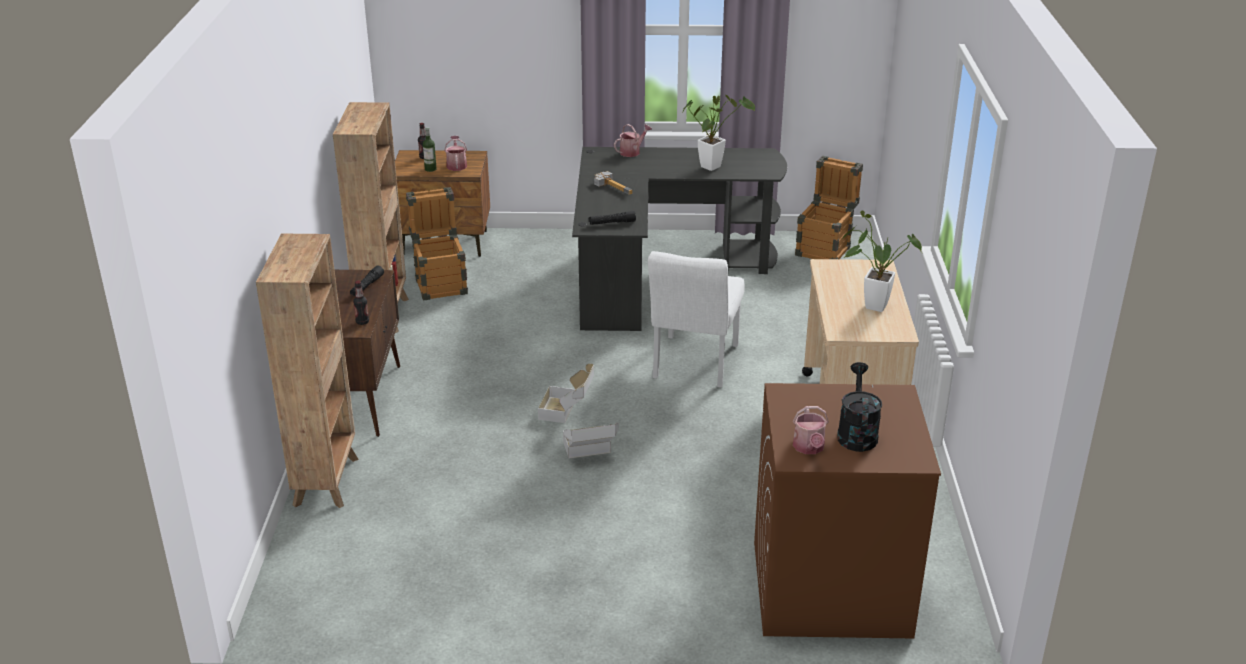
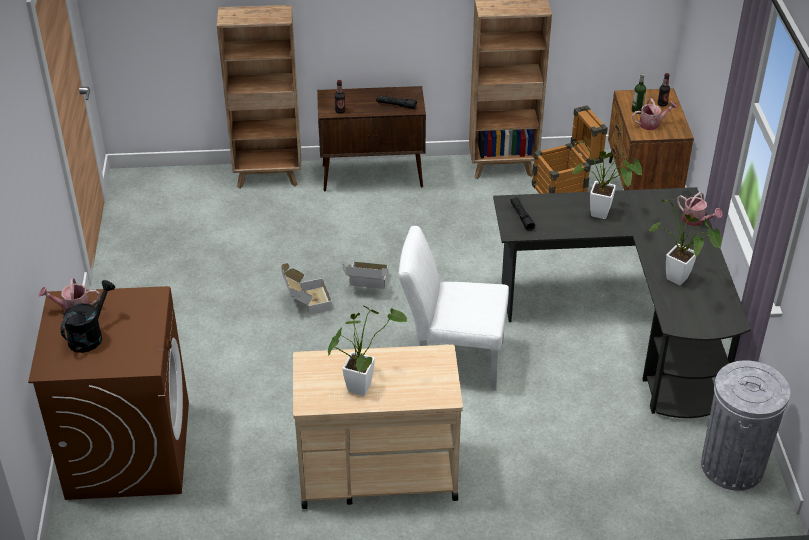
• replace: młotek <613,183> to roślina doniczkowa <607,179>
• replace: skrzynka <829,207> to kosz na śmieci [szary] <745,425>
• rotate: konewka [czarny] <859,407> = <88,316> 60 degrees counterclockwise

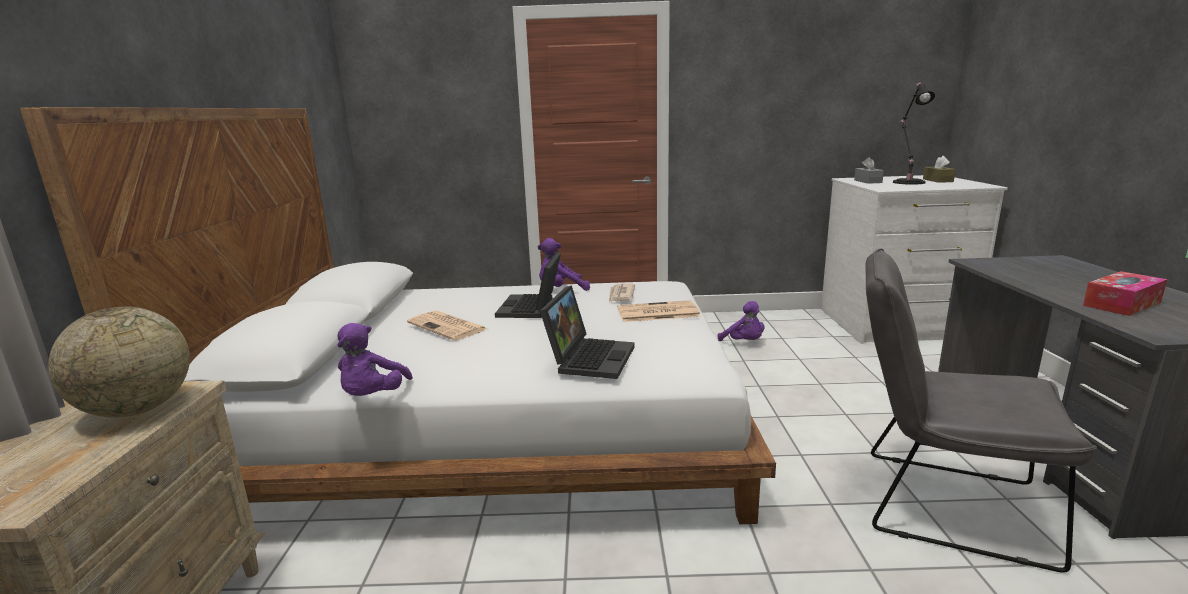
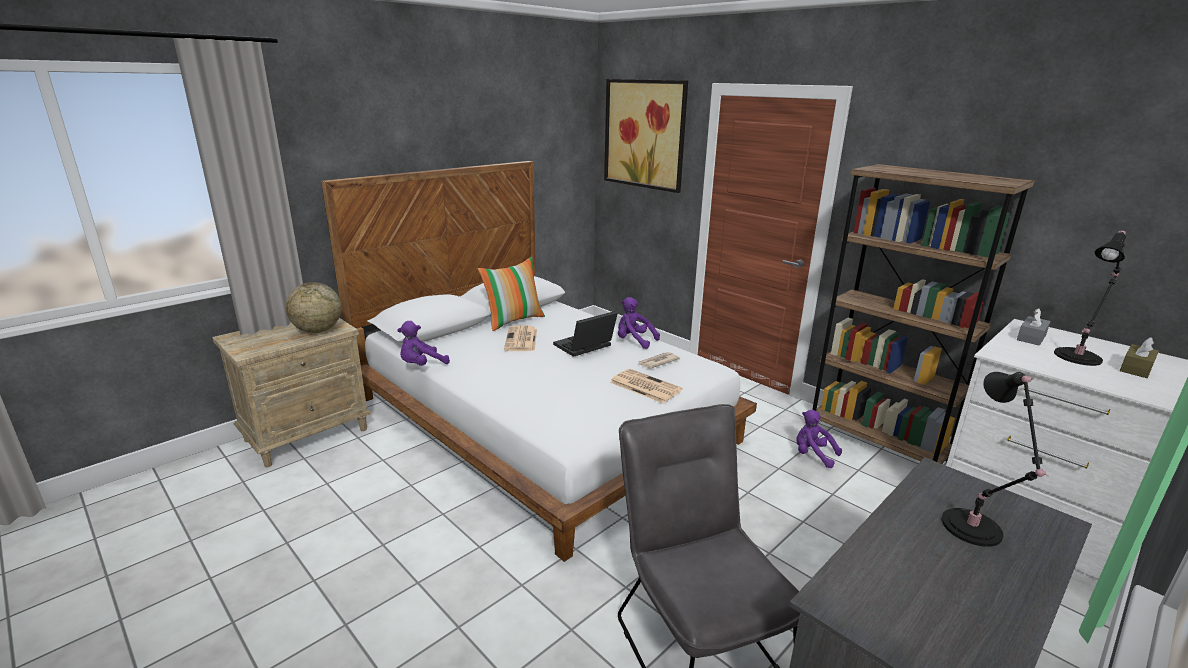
• delete: laptop <587,332>
• delete: pudełko chusteczek <1125,293>
• insert: poduszka <511,294>
• insert: obraz <646,136>
• insert: regał [brązowy] <923,314>
• insert: lampa stołowa [czarny] <995,459>
• rotate: pluszak [fioletowy] <741,321> = <819,439> 120 degrees clockwise

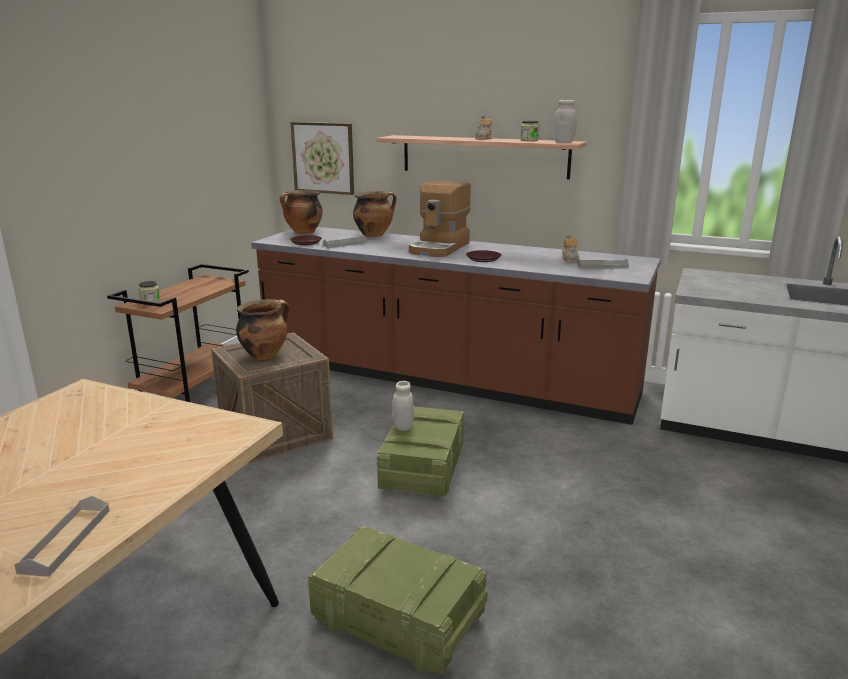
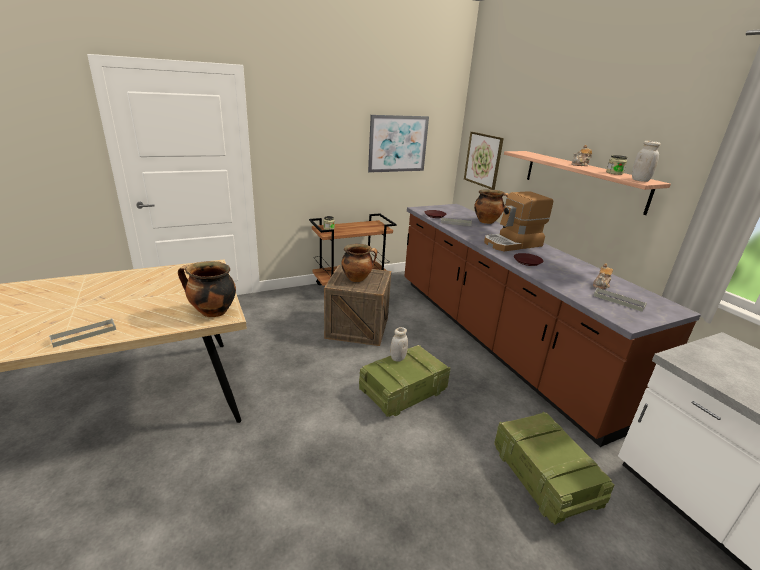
• insert: obraz <398,144>
• move: garnek <301,212> to <207,289>
• move: skrzynka <397,600> to <554,468>

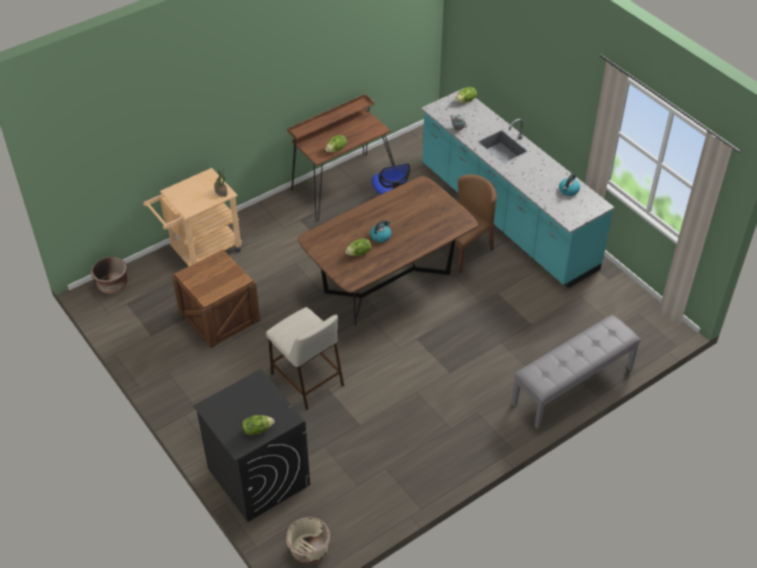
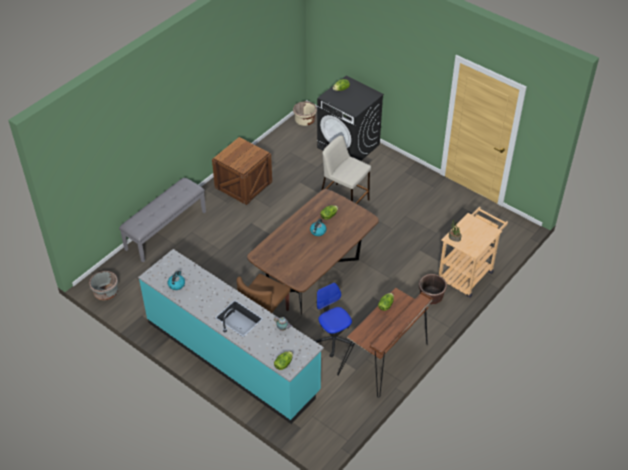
• insert: donica [szary] <103,285>
• move: donica [brązowy] <109,275> to <433,289>
• move: skrzynka <216,298> to <242,171>

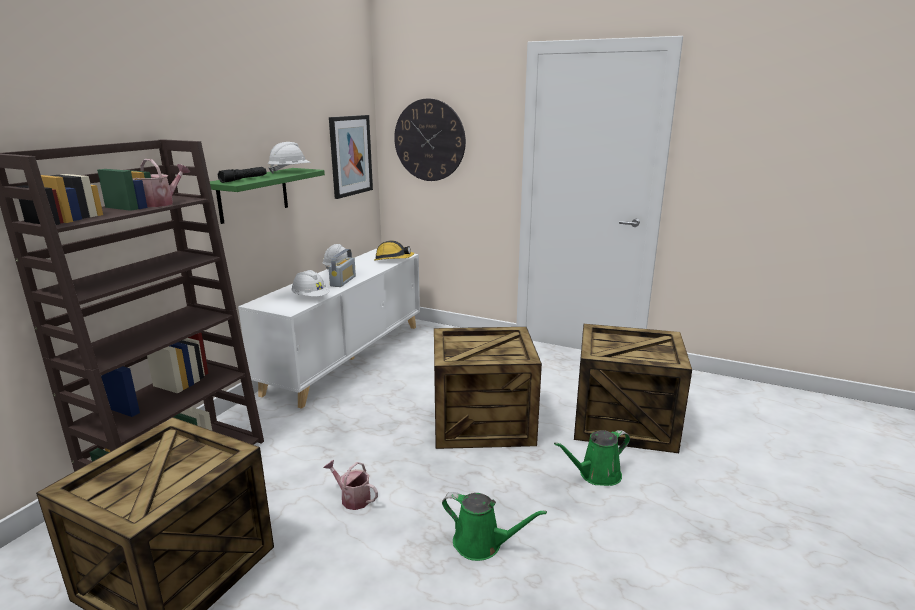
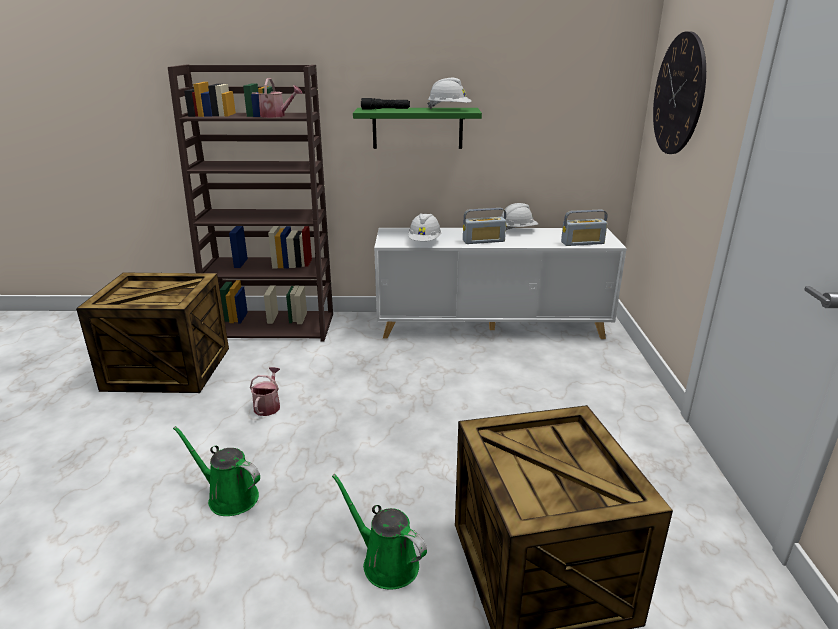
• delete: obraz <351,157>
• delete: skrzynka <488,388>
• replace: kask <394,250> to radio <584,228>
• rotate: konewka [zielony] <494,526> = <216,471> 120 degrees clockwise

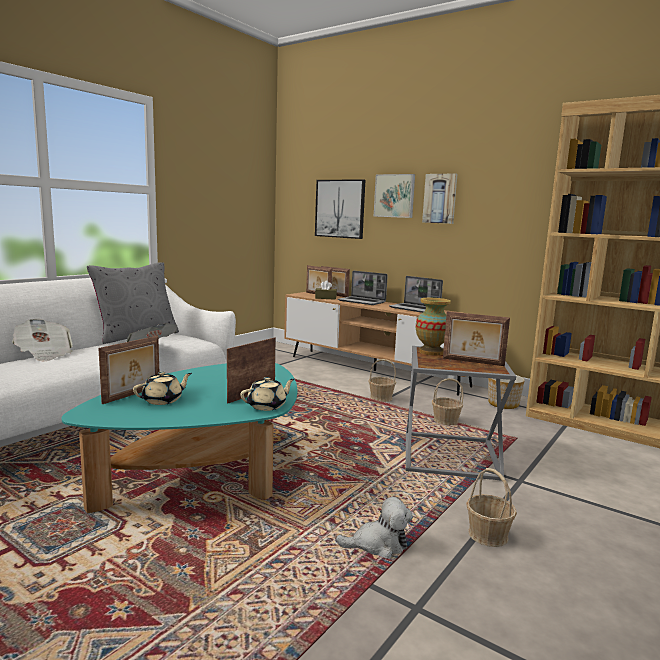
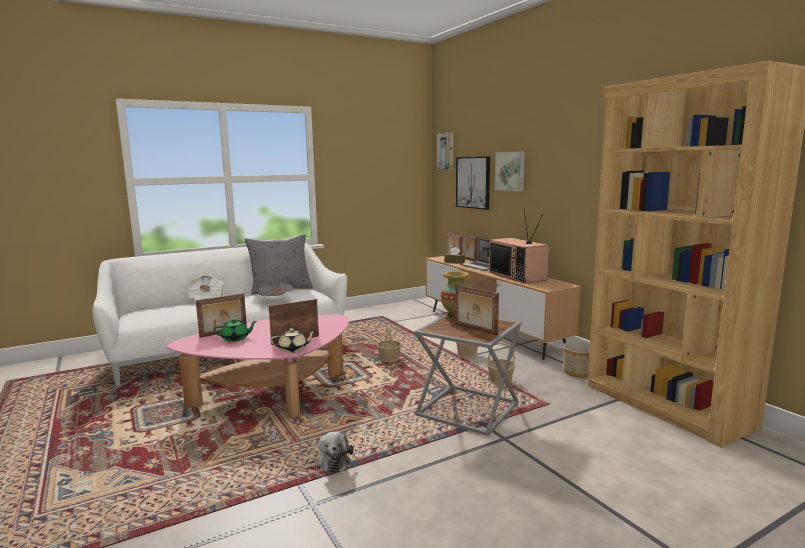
• move: obraz <439,198> to <445,151>
• move: koszyk <491,507> to <389,343>
• replace: laptop <416,294> to telewizor <519,246>
• recolor: ława [turkusowy] <180,438> to ława [różowy] <258,366>
• recolor: imbryk [beżowy] <162,388> to imbryk [zielony] <235,330>
• rotate: pluszak <374,528> = <334,452> 60 degrees clockwise

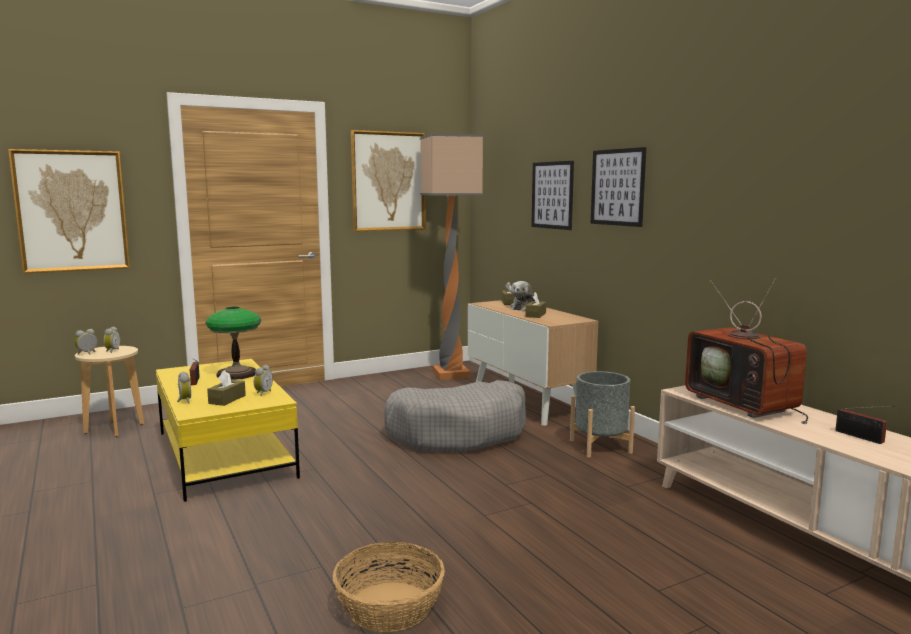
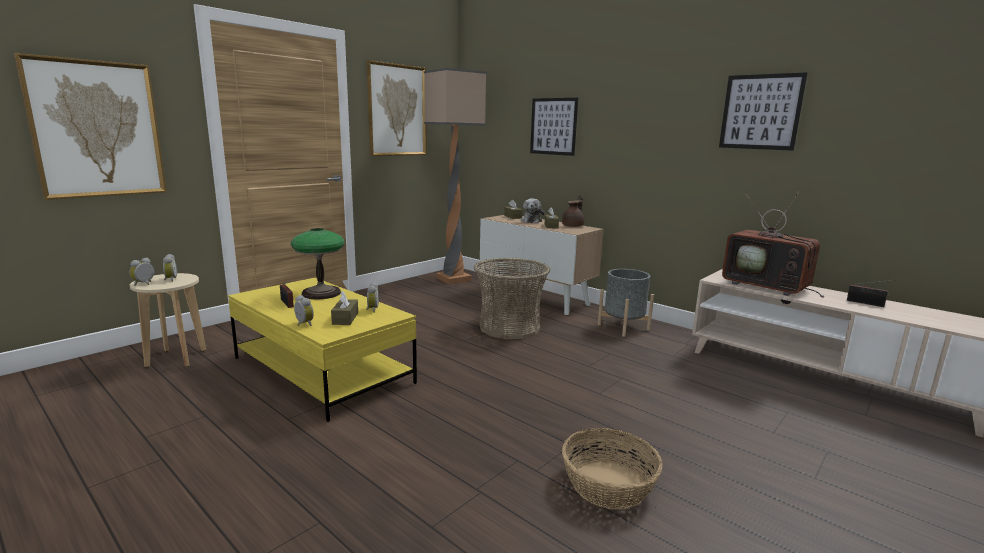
• insert: imbryk [brązowy] <573,211>
• move: obraz <618,187> to <763,111>
• replace: legowisko [szary] <455,416> to koszyk <512,298>

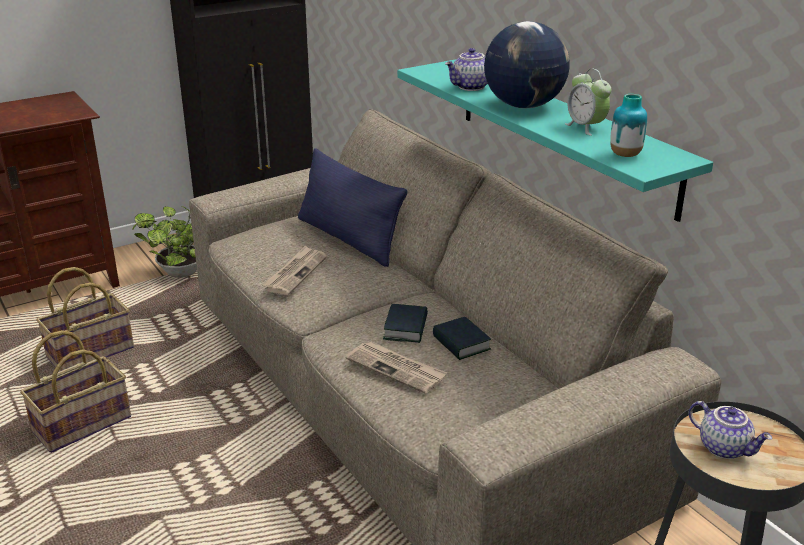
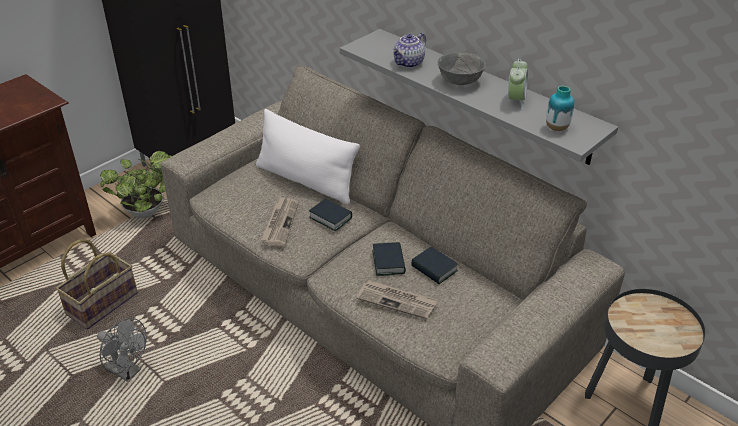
• delete: imbryk <730,430>
• insert: książka <330,214>
• replace: koszyk <75,391> to wentylator [szary] <122,349>
• replace: globus <527,64> to miska [szary] <462,69>
• recolor: poduszka [niebieski] <352,207> to poduszka [biały] <308,157>
• recolor: półka [turkusowy] <555,140> to półka [szary] <479,97>
• rotate: budzik <588,102> = <518,84> 120 degrees counterclockwise

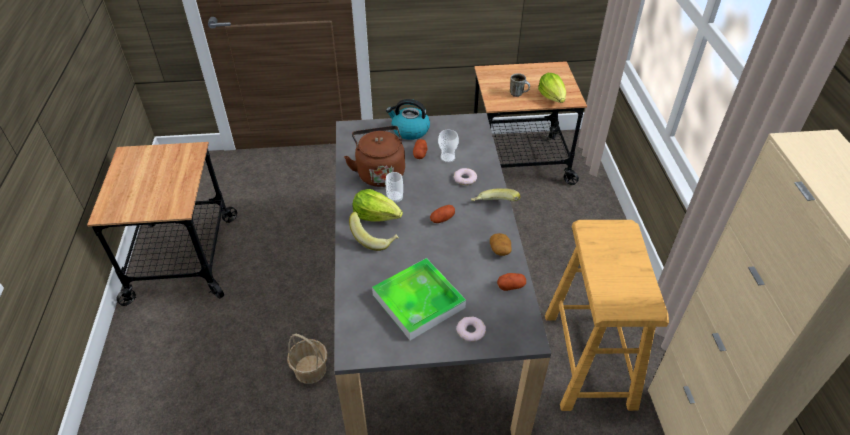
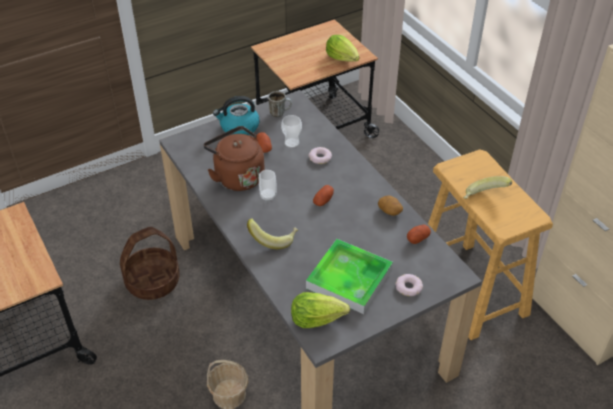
• insert: koszyk <150,263>
• move: sałata <378,205> to <320,310>
• move: banan <495,194> to <487,187>
• move: kubek <520,85> to <280,104>

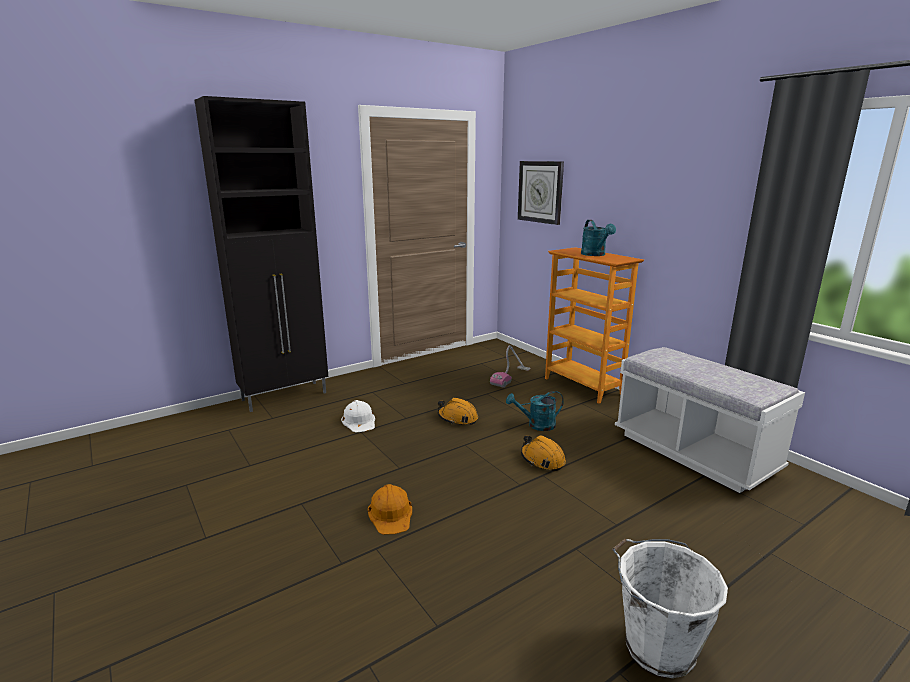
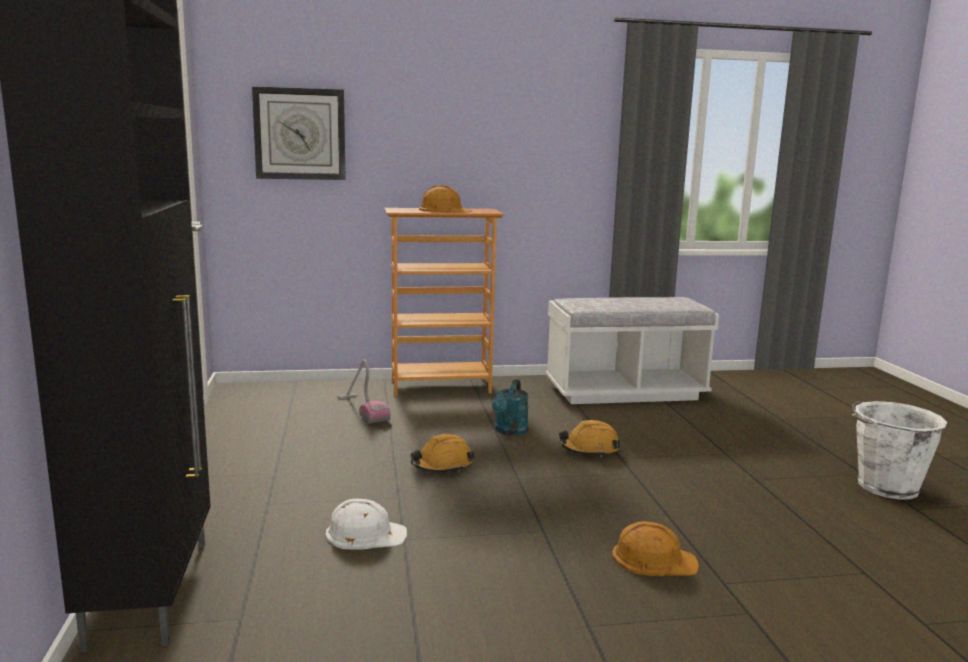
• replace: konewka [turkusowy] <598,238> to kask [pomarańczowy] <445,199>

